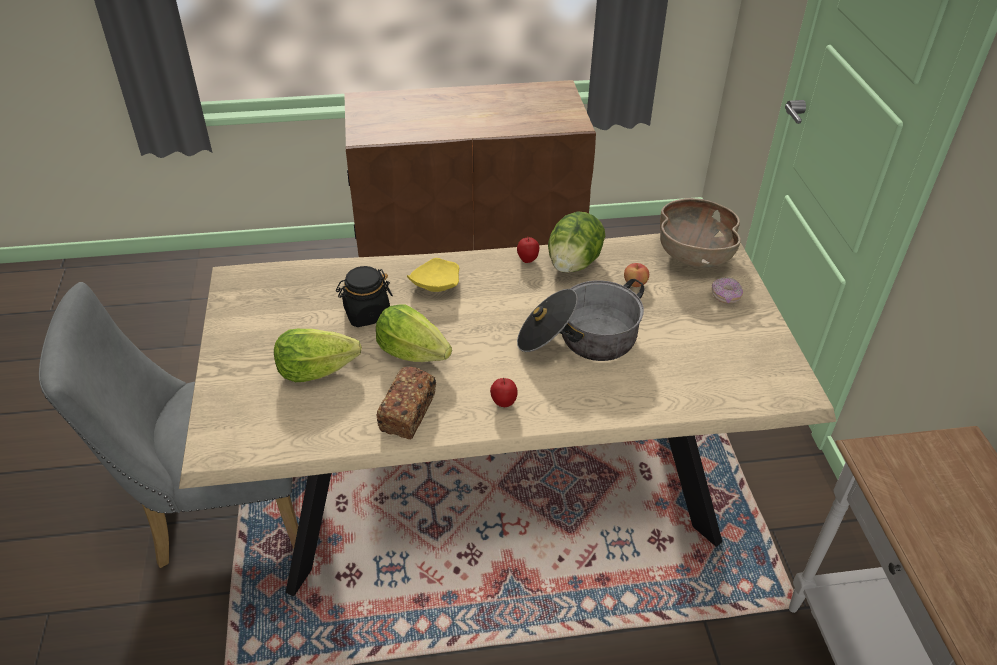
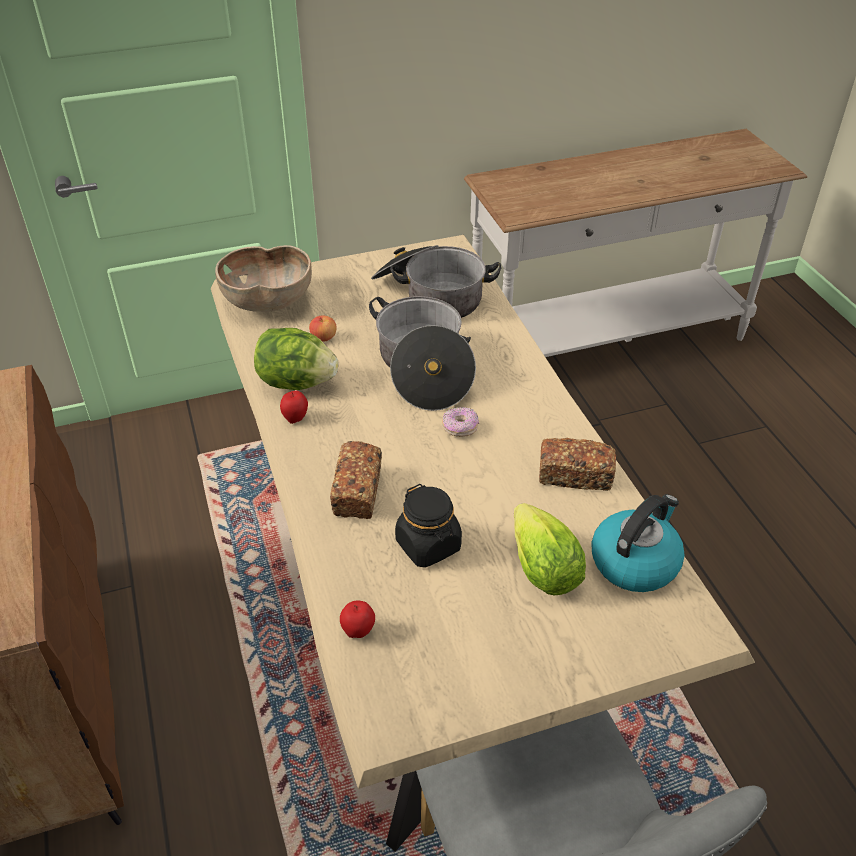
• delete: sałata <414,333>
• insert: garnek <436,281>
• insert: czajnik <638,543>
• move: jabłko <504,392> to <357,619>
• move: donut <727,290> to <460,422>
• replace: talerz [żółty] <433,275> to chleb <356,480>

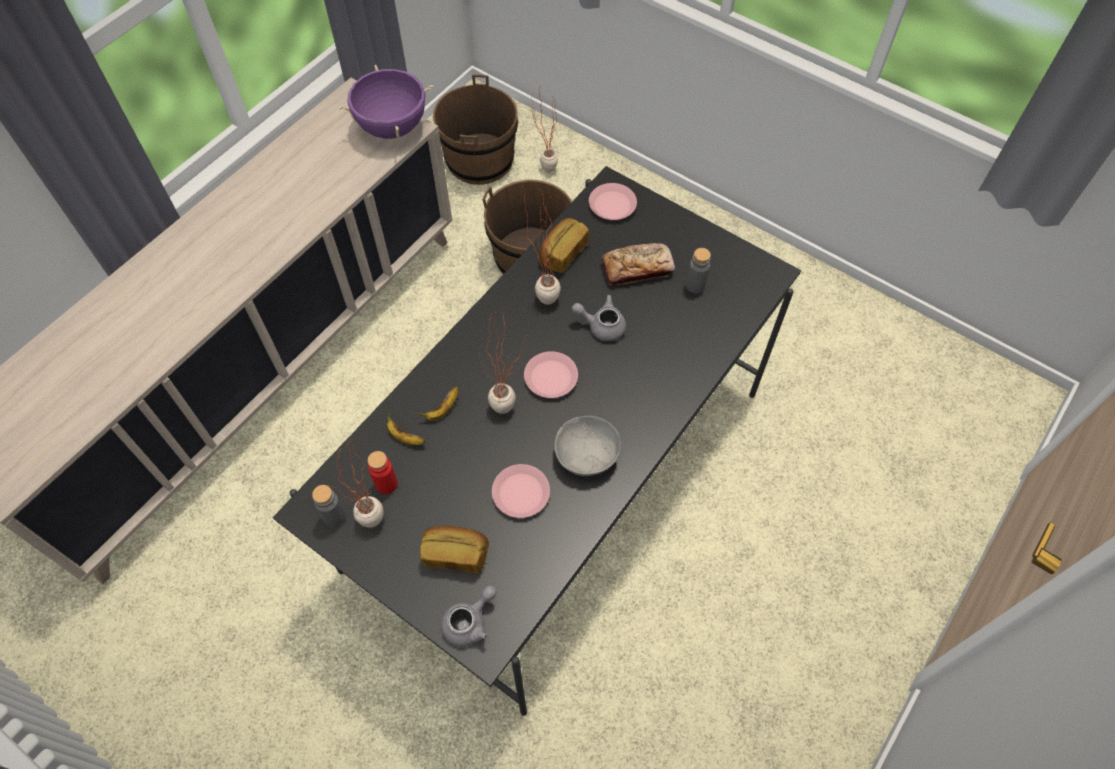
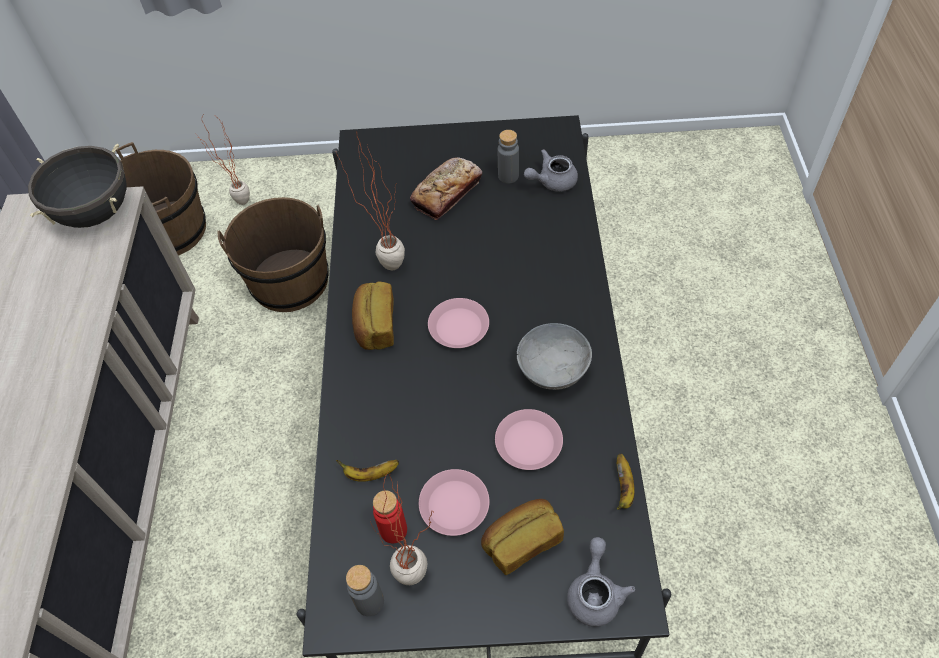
• delete: roślina doniczkowa <503,363>
• move: banan <437,403> to <626,482>
• move: chleb <564,245> to <373,316>
• move: imbryk [szary] <599,318> to <551,170>
• move: talerz [różowy] <613,201> to <454,502>
• recolor: garnek [fioletowy] <386,102> to garnek [czarny] <77,186>

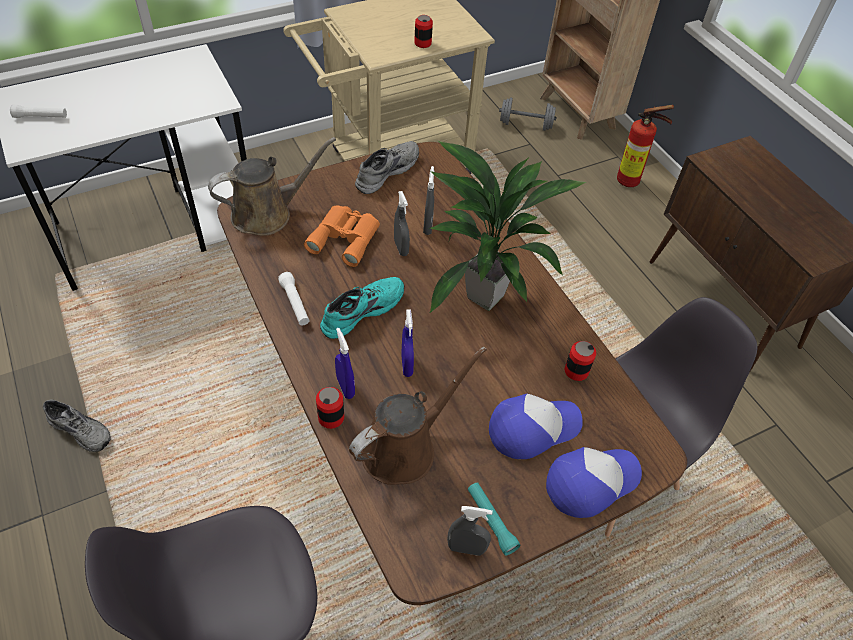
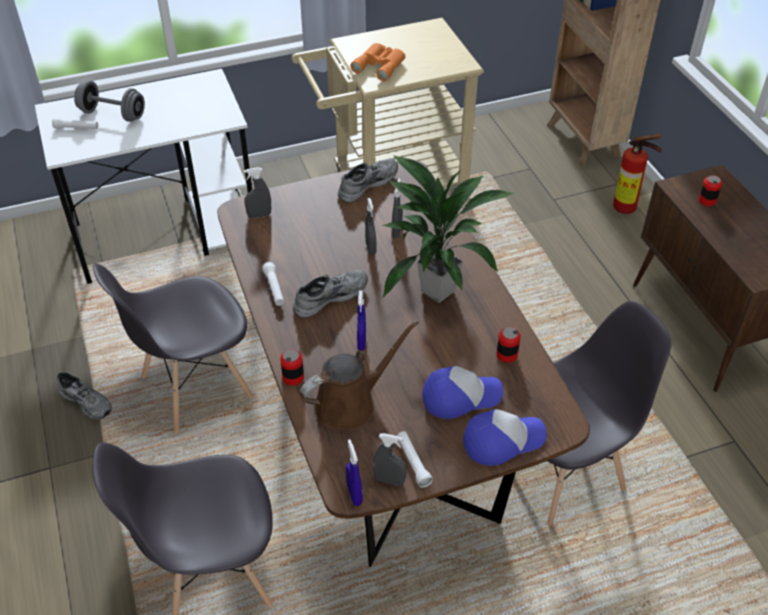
• insert: krzesło [szary] <173,348>
• move: lornetka [pomarańczowy] <342,236> to <378,62>
• move: spryskiwacz [niebieski] <345,363> to <354,472>
• move: puszka <423,31> to <710,190>
• move: hantel [szary] <527,114> to <109,101>
• replace: konewka [brązowy] <272,186> to spryskiwacz [szary] <257,192>
• recolor: but [turkusowy] <362,308> to but [szary] <330,294>
• recolor: latarka [turkusowy] <494,519> to latarka [biały] <415,459>

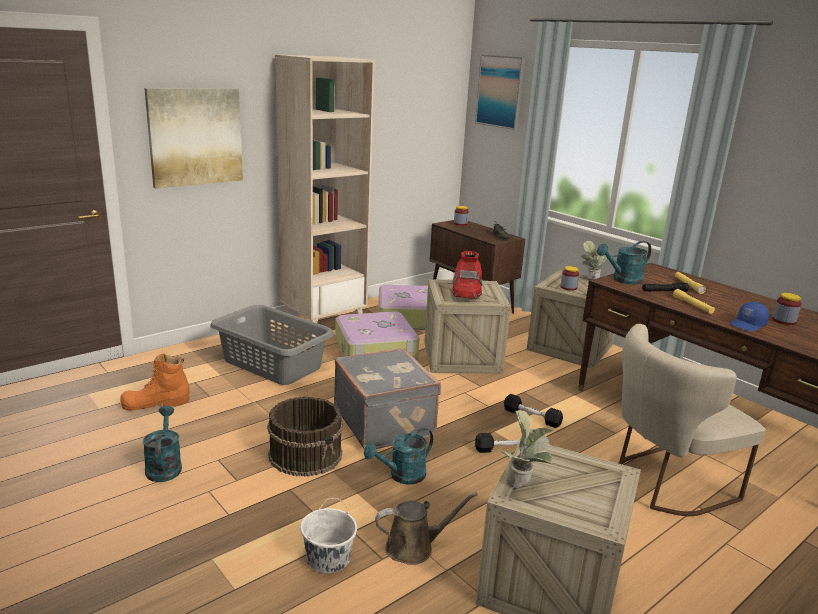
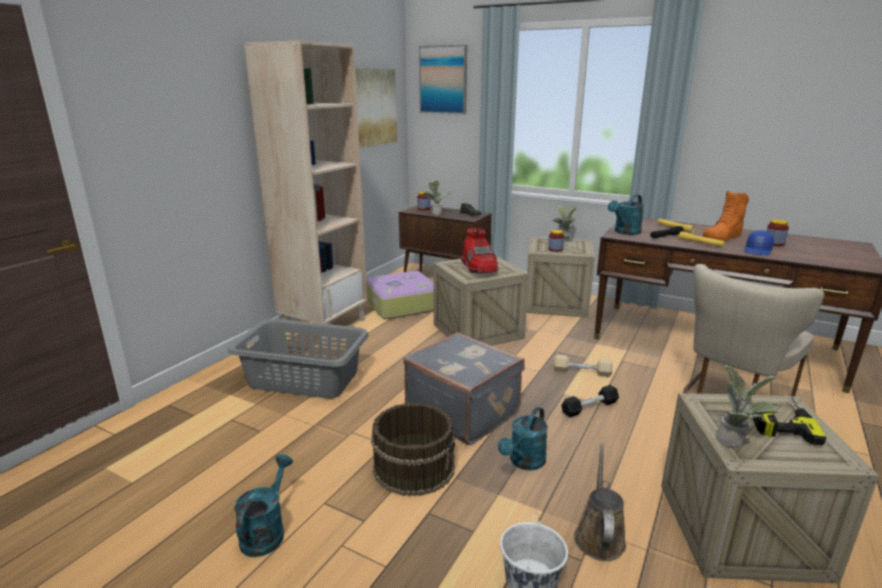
• delete: walizka <377,335>
• insert: roślina doniczkowa <437,197>
• insert: wiertarka <789,422>
• move: but z cholewką [pomarańczowy] <154,382> to <726,216>
• move: obraz <193,138> to <376,108>
• recolor: hantel [czarny] <533,411> to hantel [beżowy] <583,366>
• rotate: konewka [turkusowy] <162,444> = <263,505> 45 degrees clockwise
• rotate: konewka [brązowy] <426,529> = <600,502> 45 degrees counterclockwise

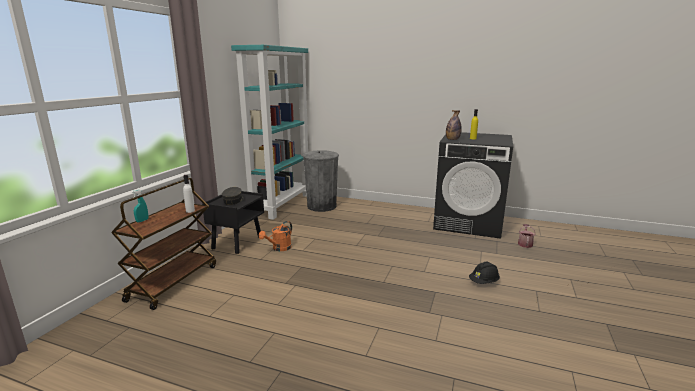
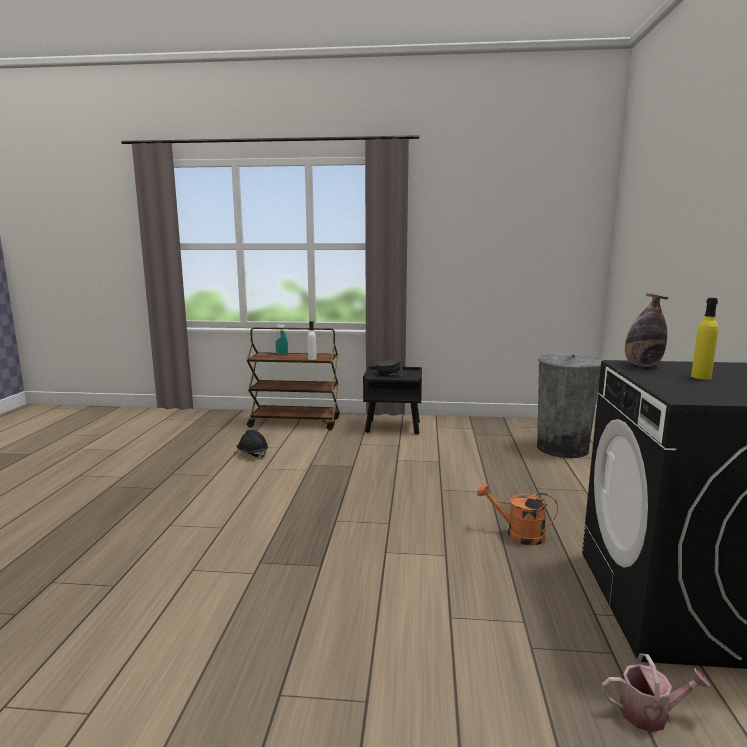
• delete: regał [turkusowy] <269,132>
• move: konewka [pomarańczowy] <275,236> to <517,514>
• move: kask [czarny] <484,273> to <252,444>

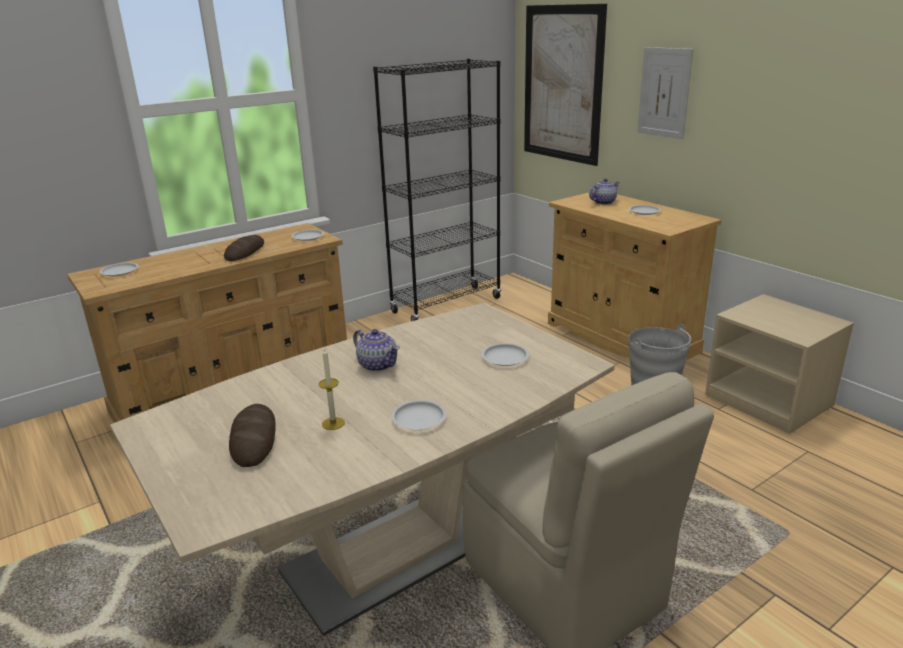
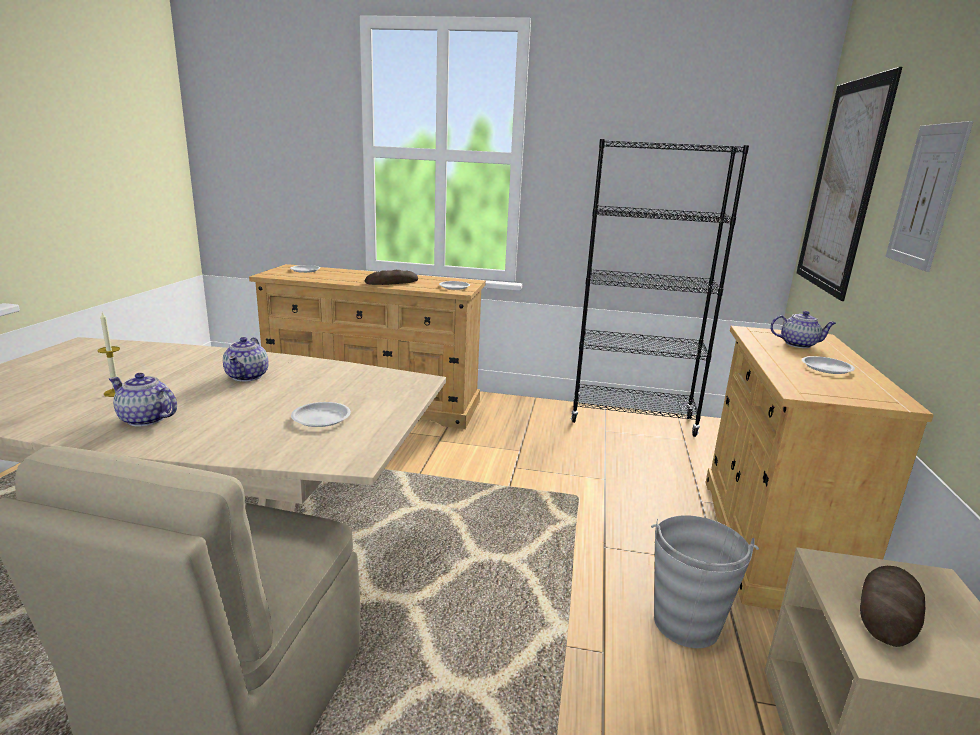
• move: chleb <252,435> to <892,606>
• replace: talerz [biały] <418,415> to imbryk <143,399>

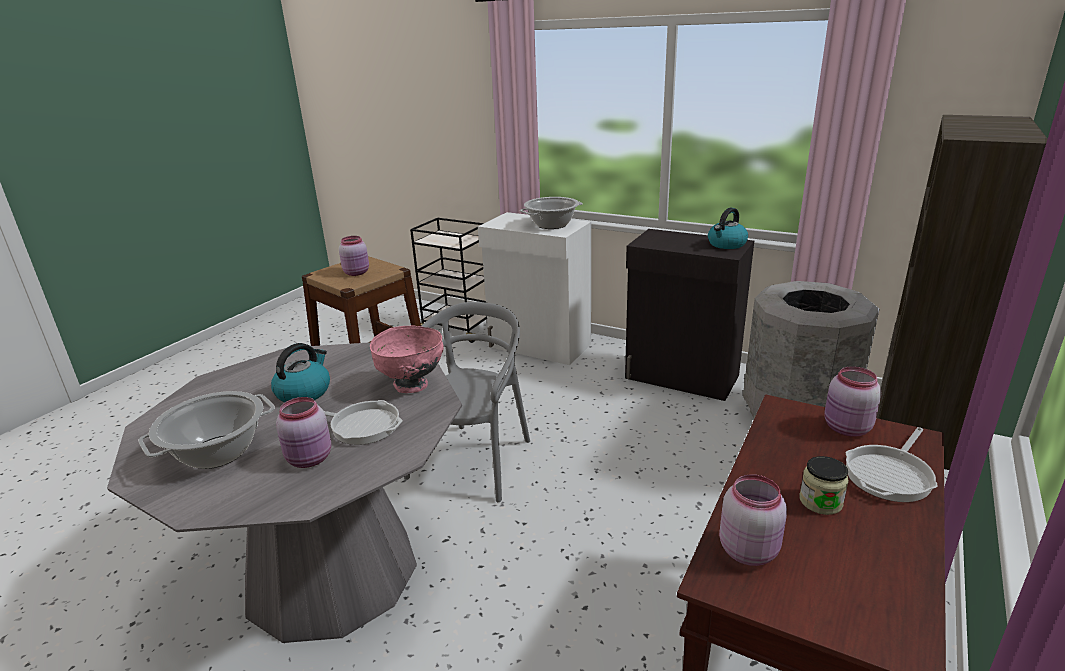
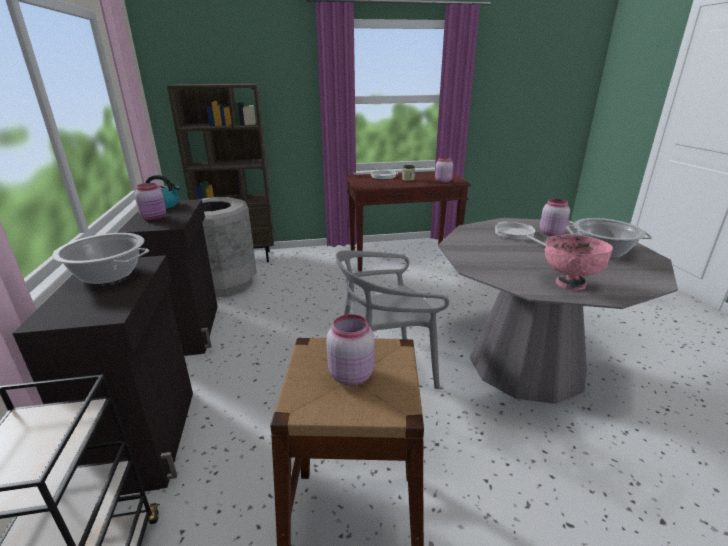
• delete: czajnik <300,373>
• move: miska [różowy] <407,359> to <578,262>
• move: słoik [różowy] <852,401> to <150,201>
• recolor: szafka [biały] <534,288> to szafka [czarny] <102,375>

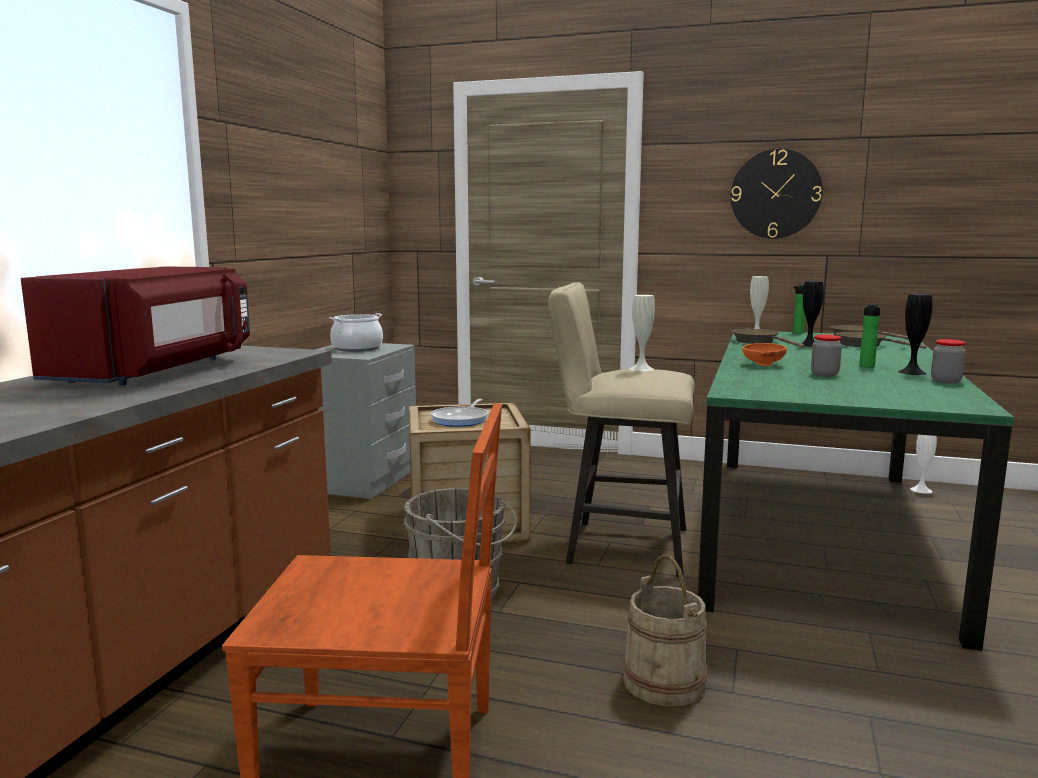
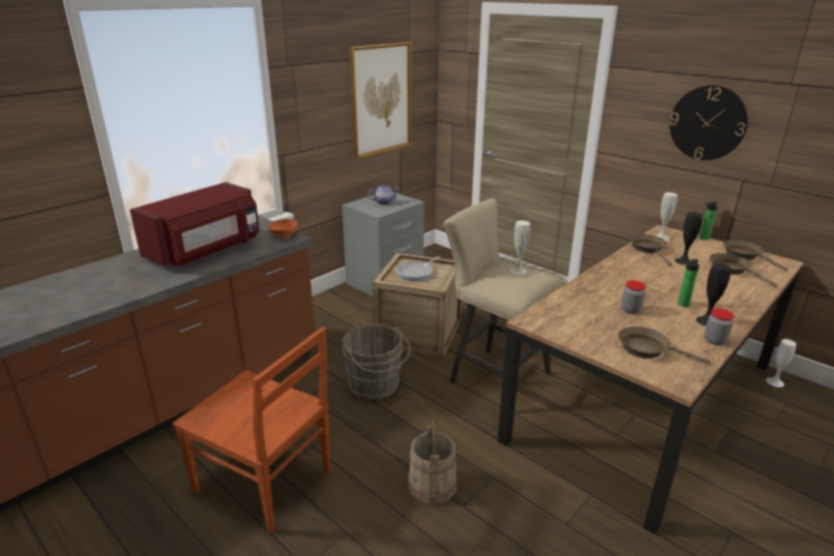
• insert: obraz <380,100>
• insert: patelnia [brązowy] <664,345>
• move: miska [pomarańczowy] <764,354> to <282,228>
• replace: garnek <356,332> to imbryk <383,194>
• recolor: stół jadalny [zielony] <856,491> to stół jadalny [brązowy] <650,380>

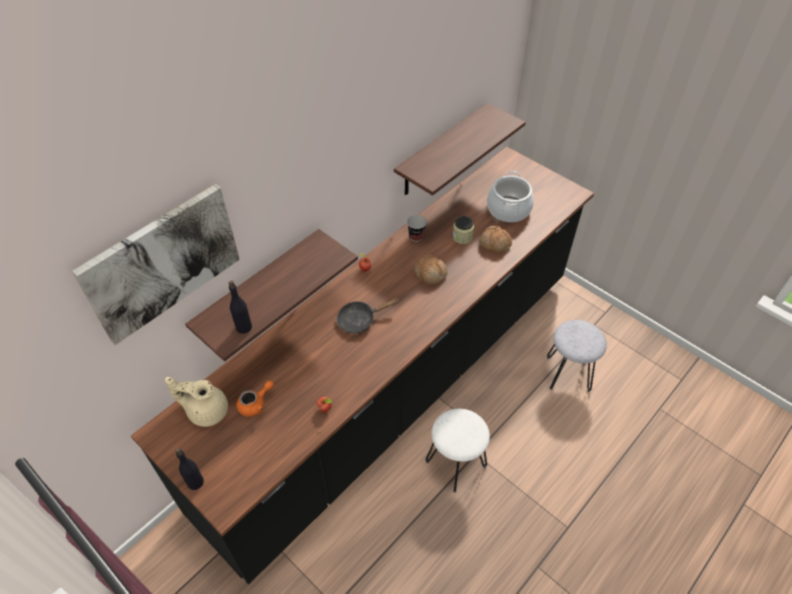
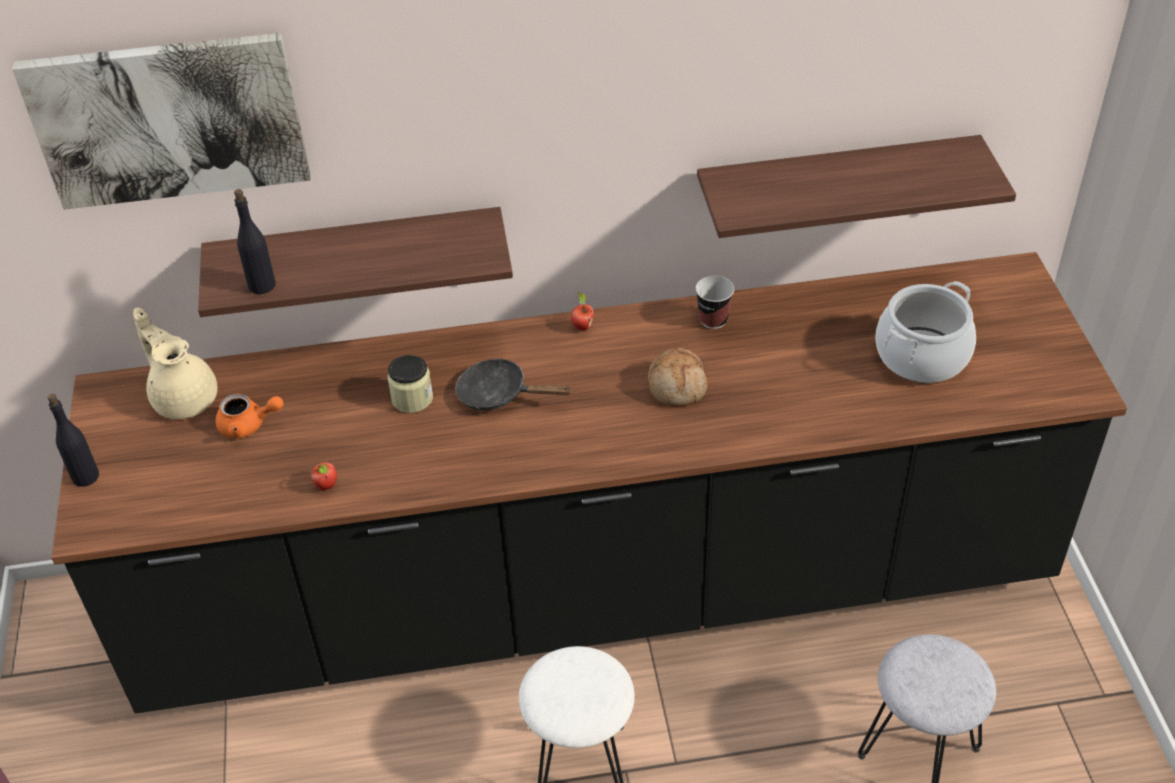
• delete: chleb <495,238>
• move: słoik <463,230> to <410,384>

